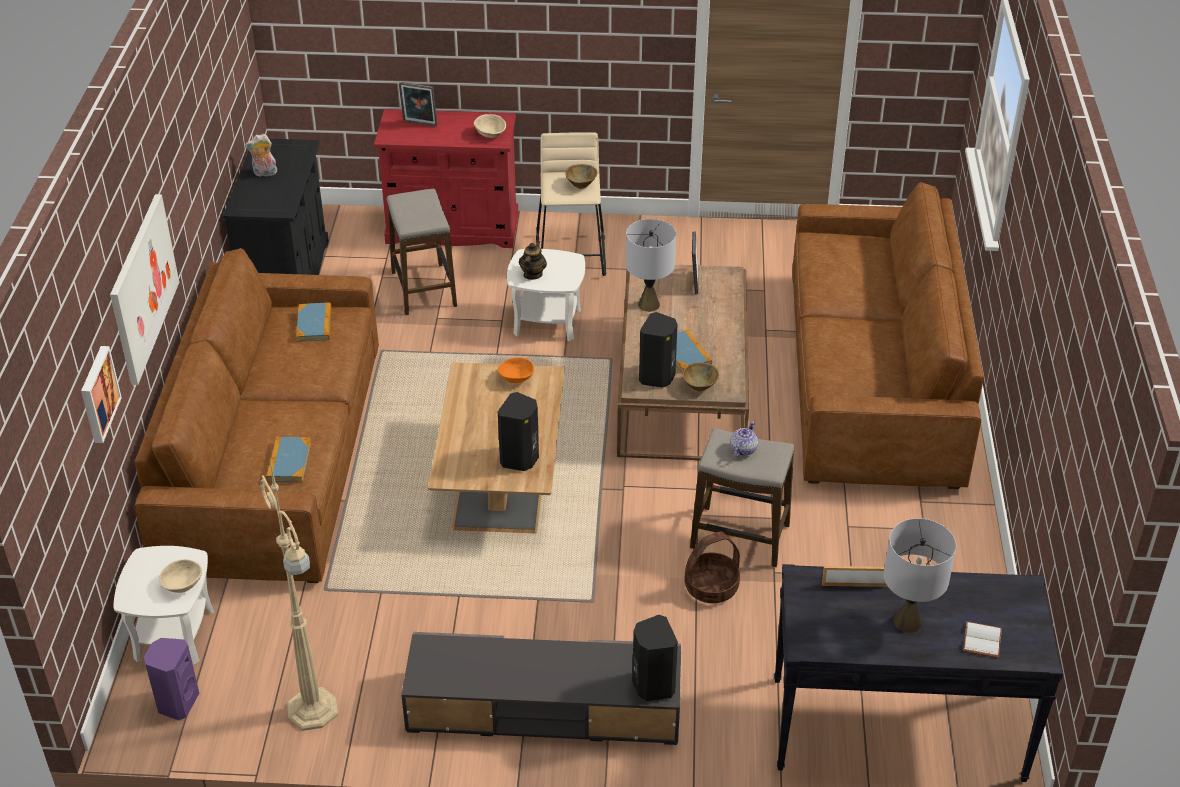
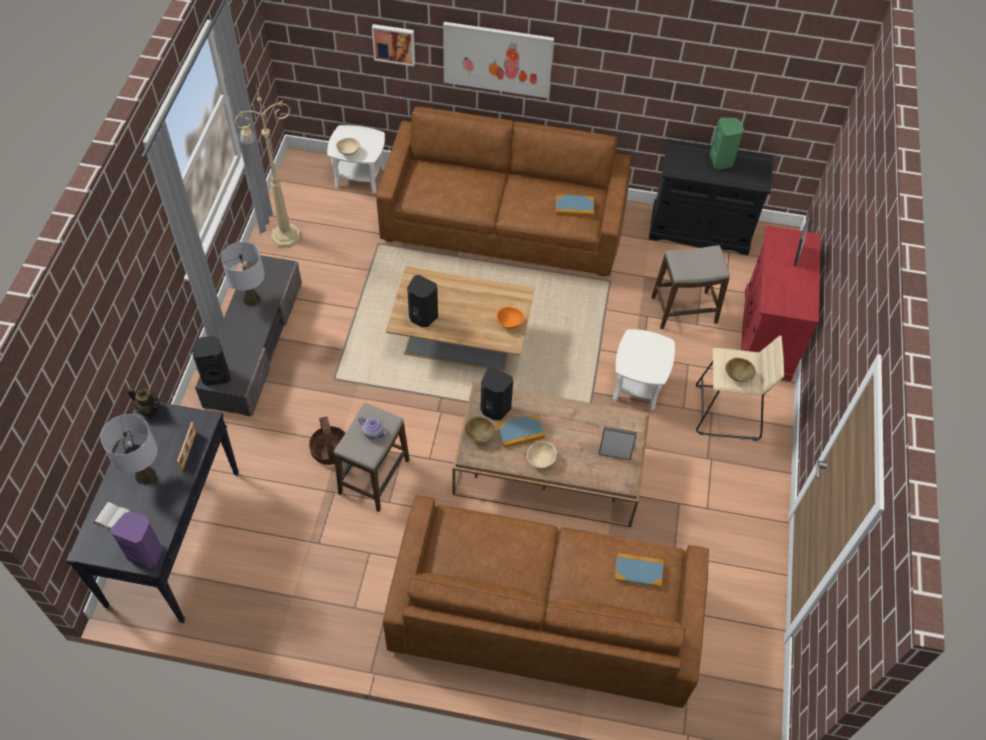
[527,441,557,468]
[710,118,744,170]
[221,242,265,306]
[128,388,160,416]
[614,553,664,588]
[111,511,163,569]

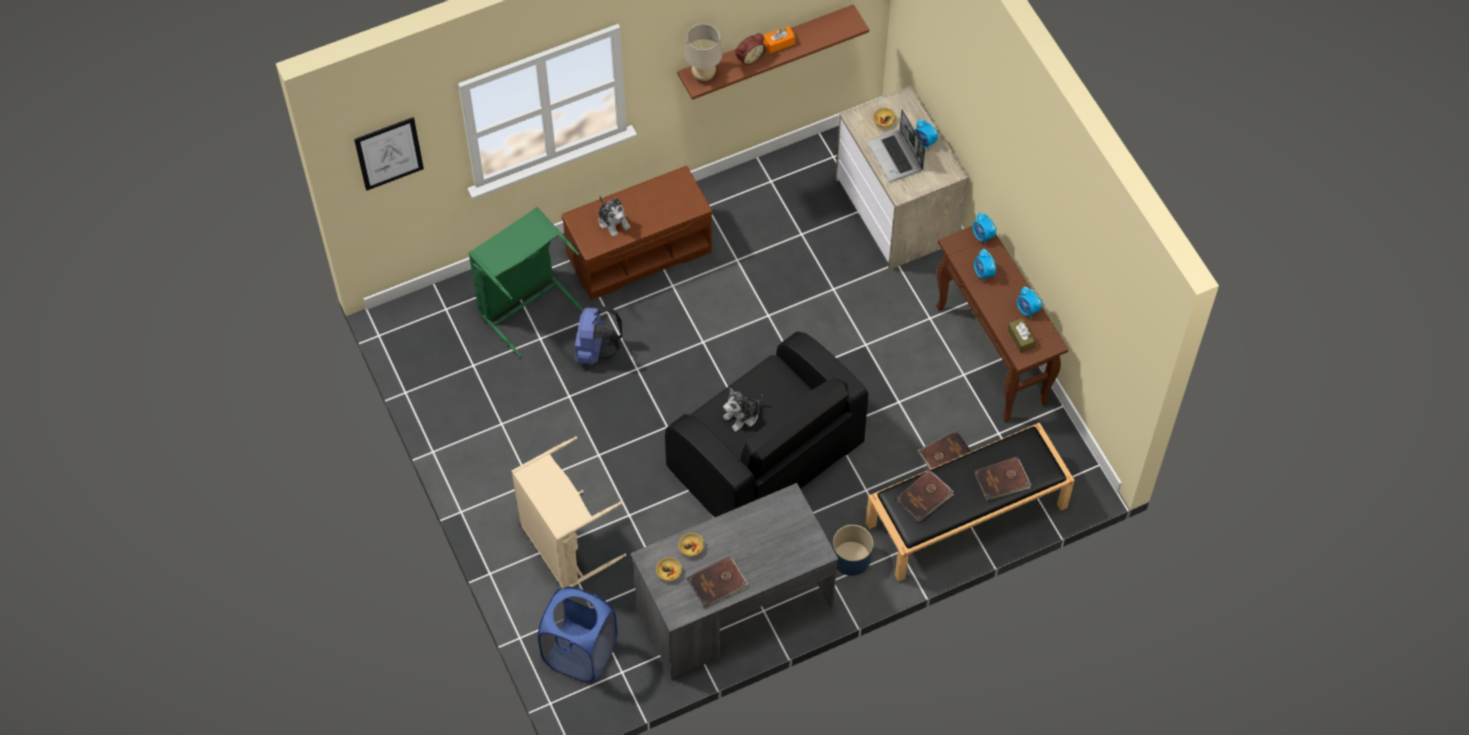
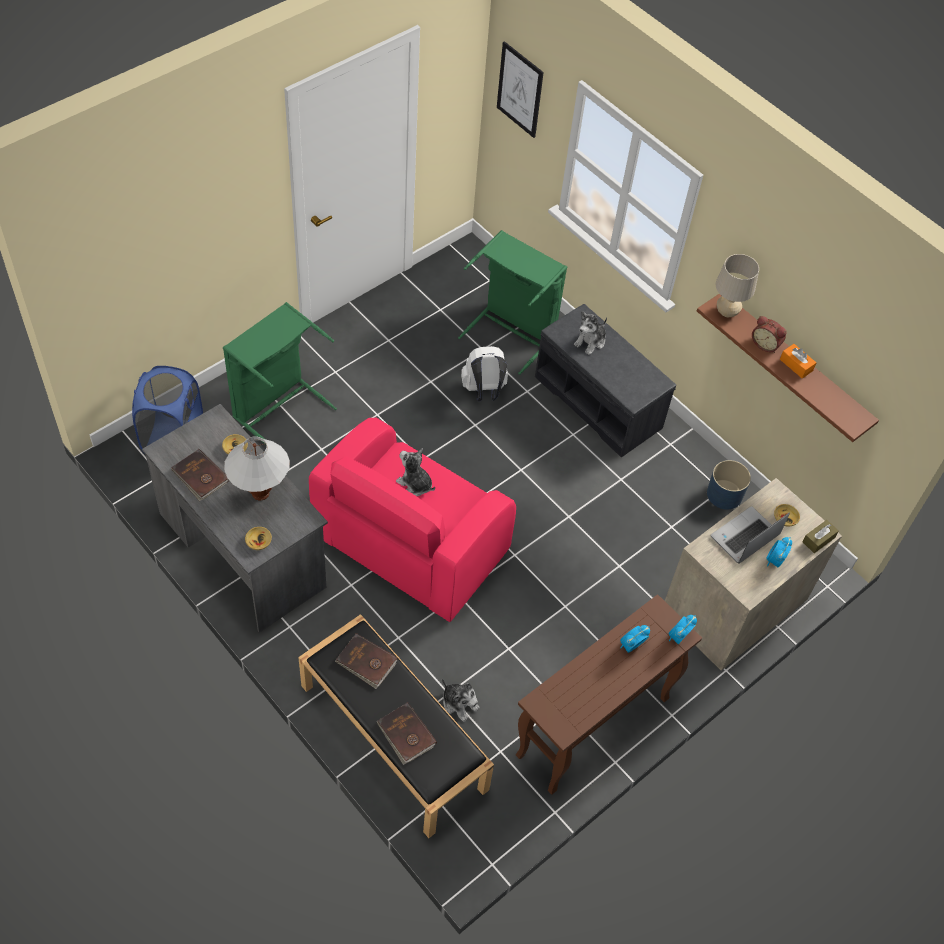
[535,304,676,457]
[1017,286,1042,319] (first image)
[461,346,508,402]
[803,520,839,553]
[309,418,516,622]
[442,678,480,722]
[223,302,337,445]
[707,460,751,510]
[245,527,272,550]
[224,437,290,501]

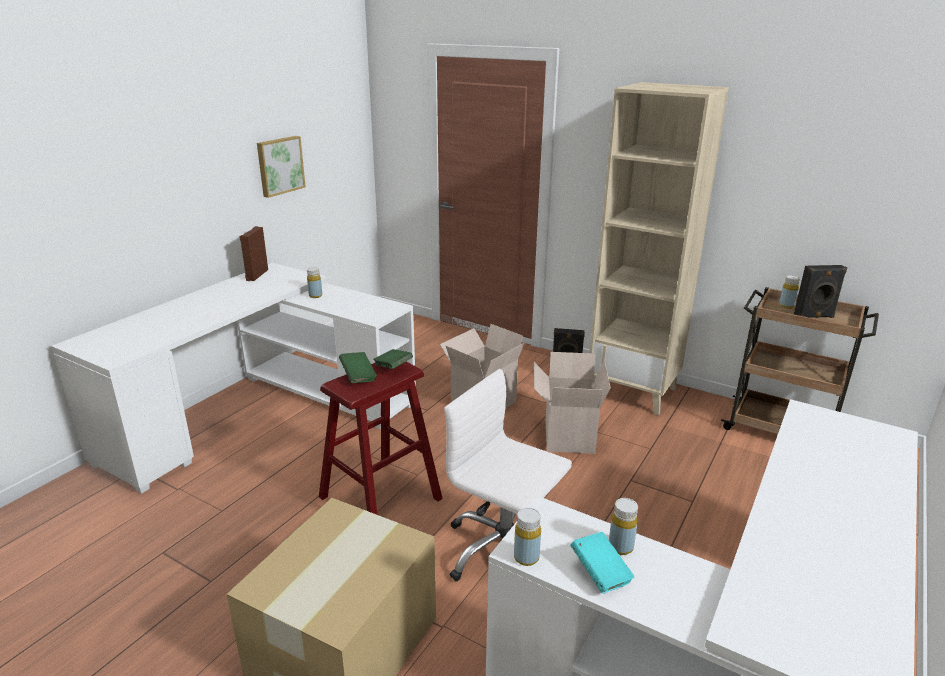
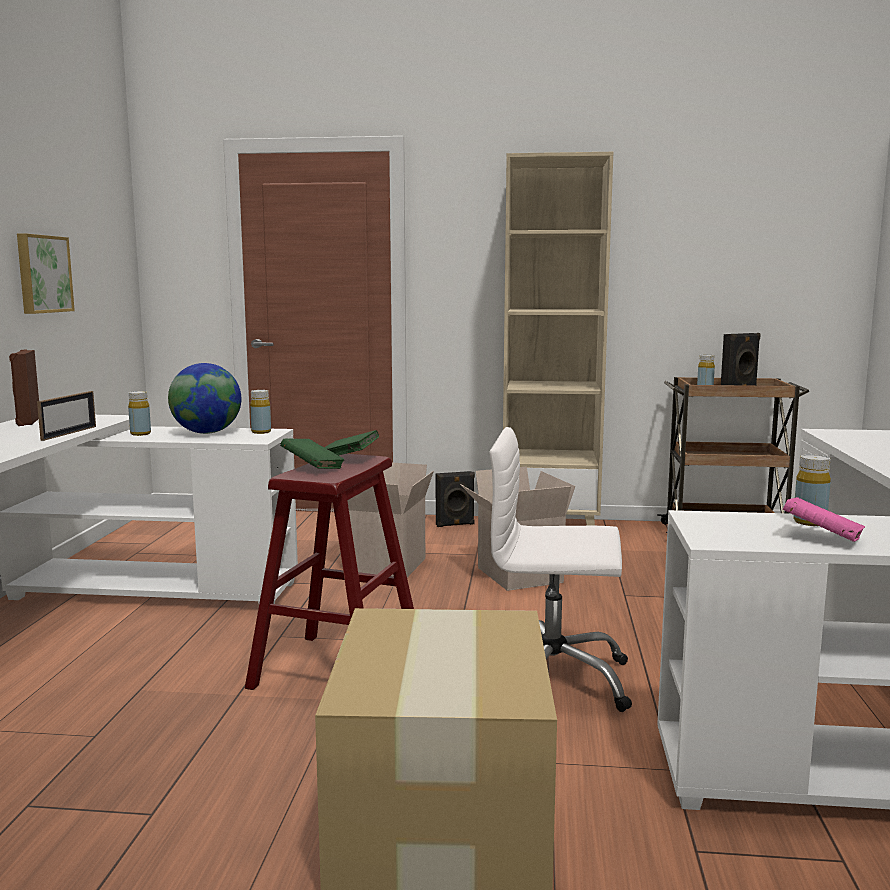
[250,390,271,434]
[783,497,865,542]
[168,363,241,434]
[37,391,96,441]

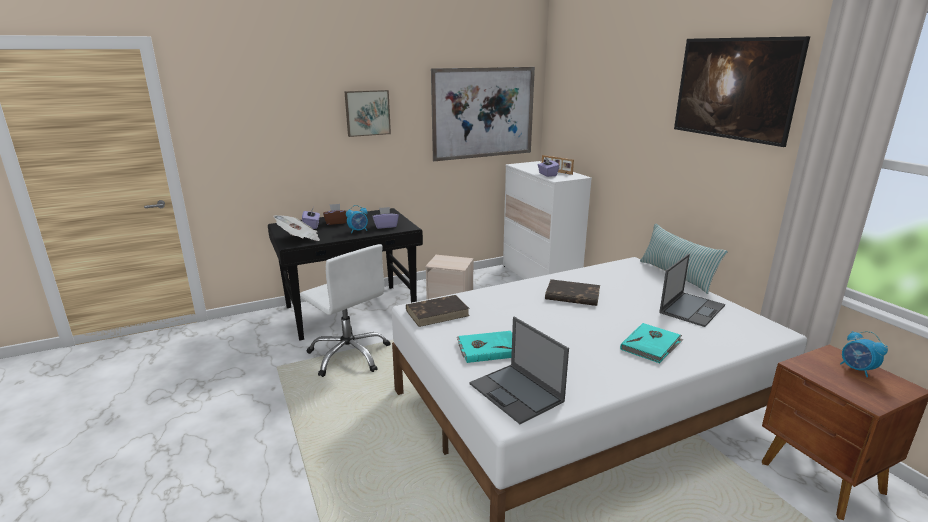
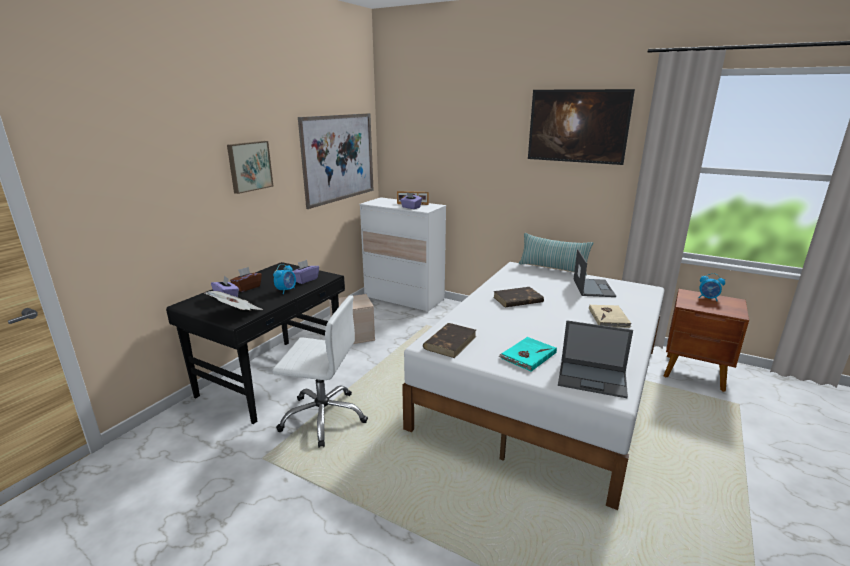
[589,305,631,328]

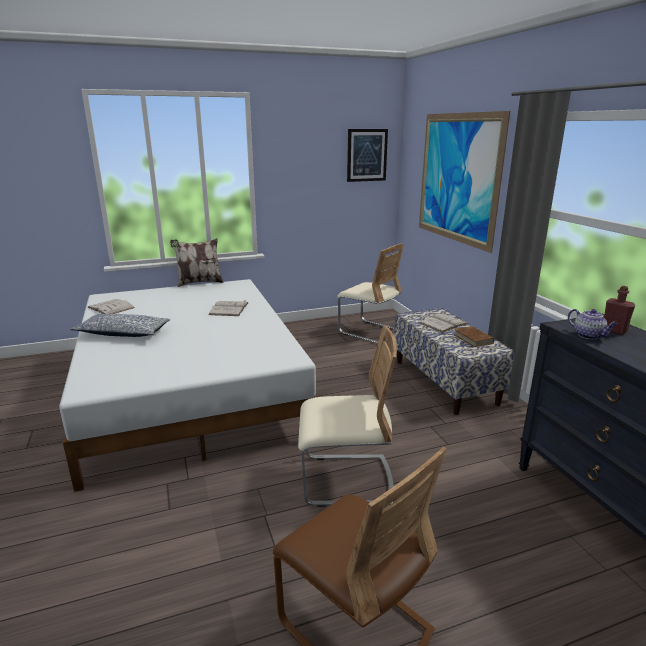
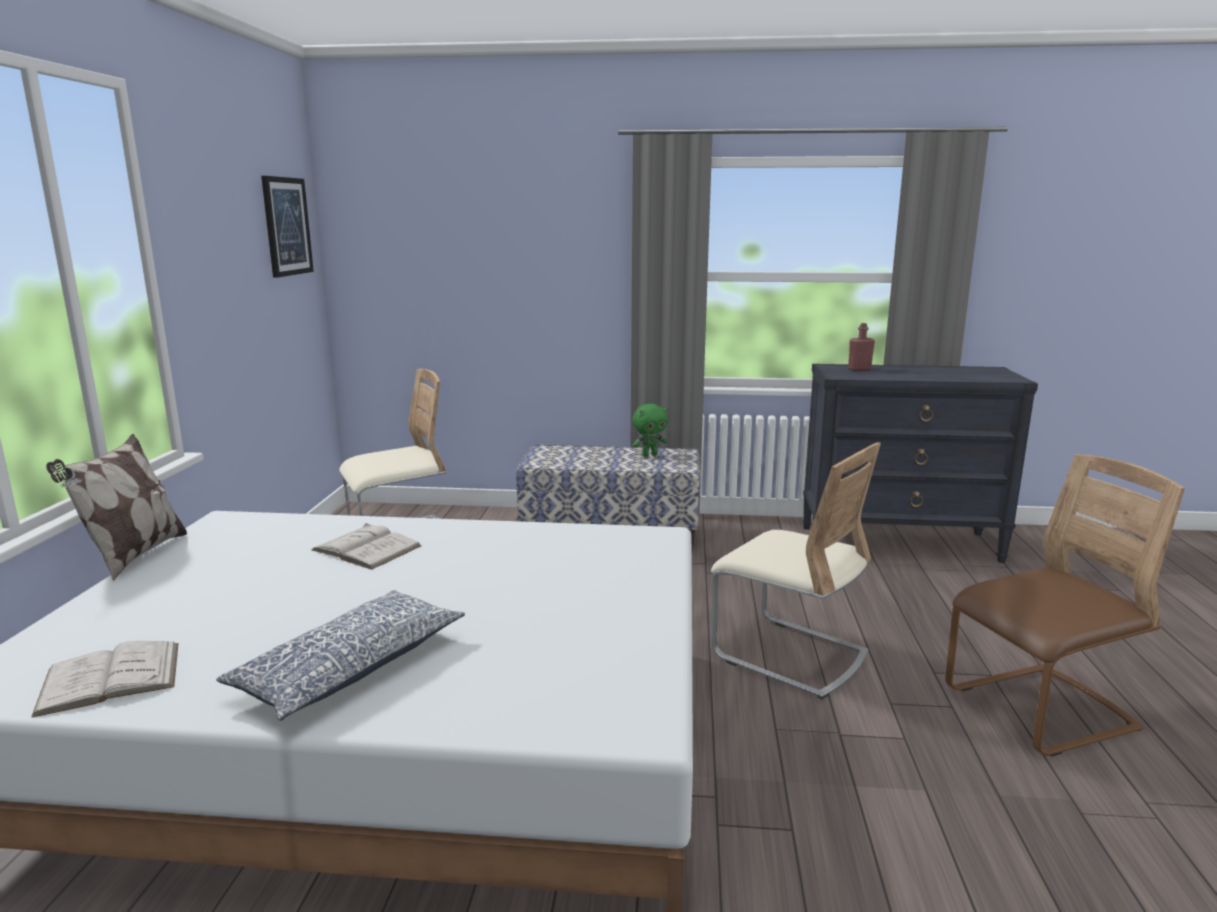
[419,111,510,253] (first image)
[568,309,618,339] (first image)
[420,314,468,333] (first image)
[711,442,881,699]
[633,404,668,457]

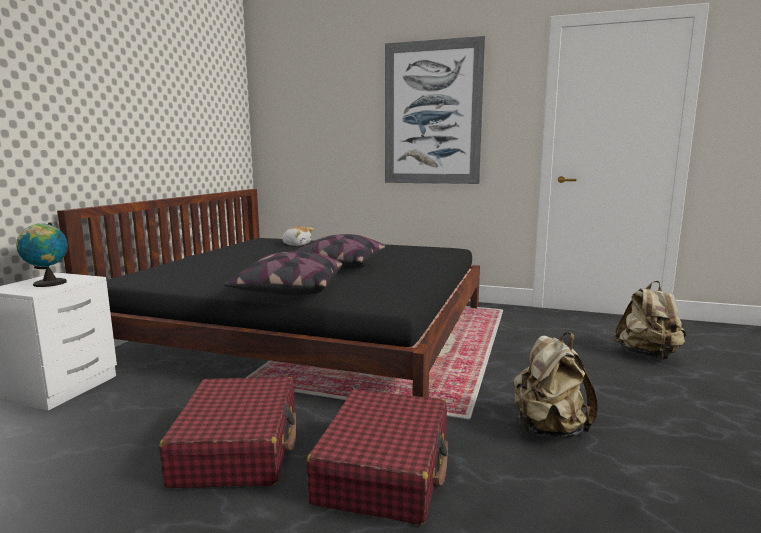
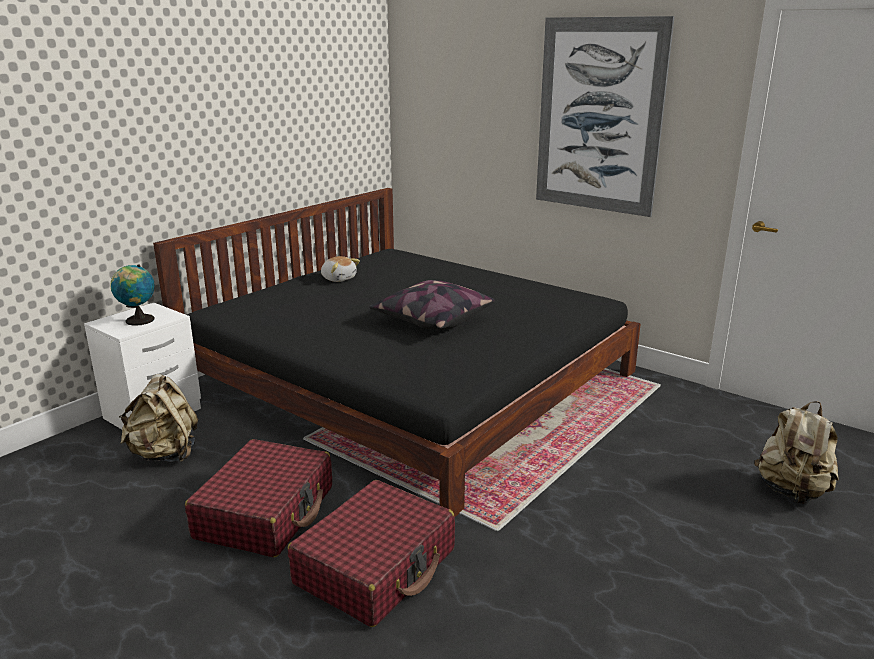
[321,256,360,282]
[224,251,343,295] (first image)
[119,374,198,462]

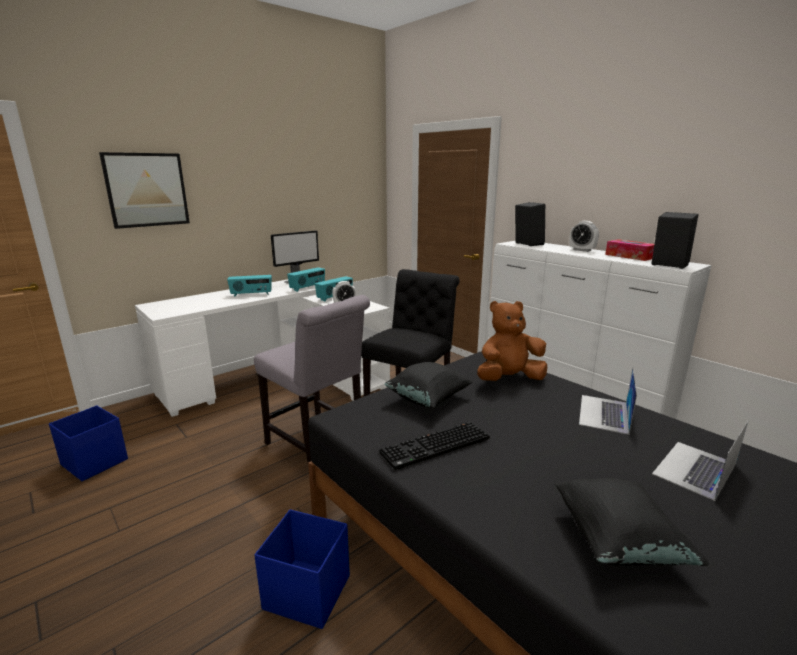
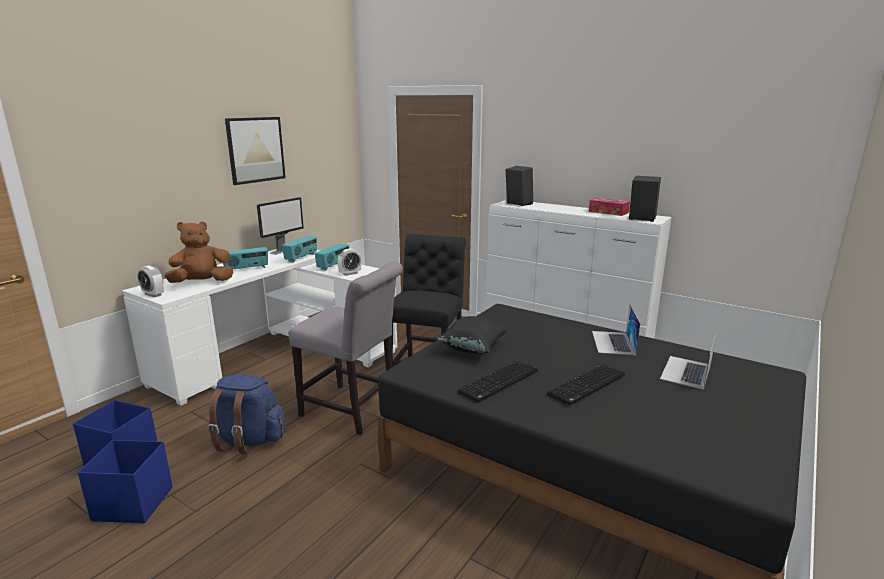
[225,117,286,185]
[138,266,164,297]
[164,221,233,283]
[555,478,709,566] (first image)
[78,440,173,523]
[547,364,625,406]
[208,374,286,455]

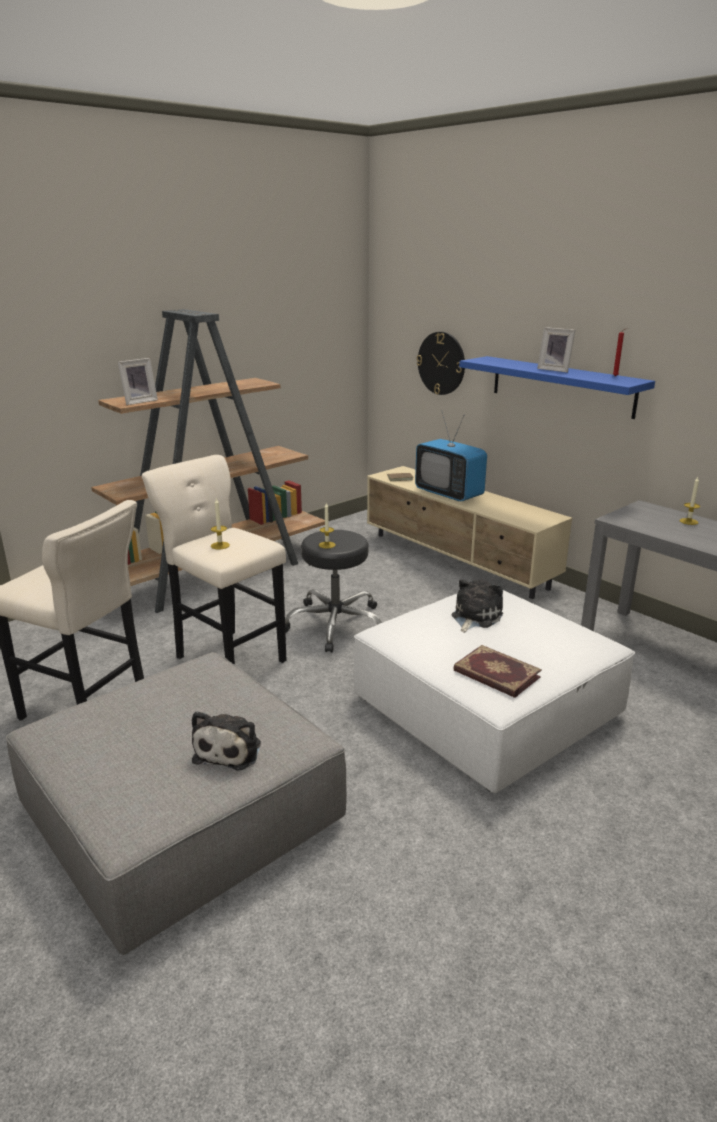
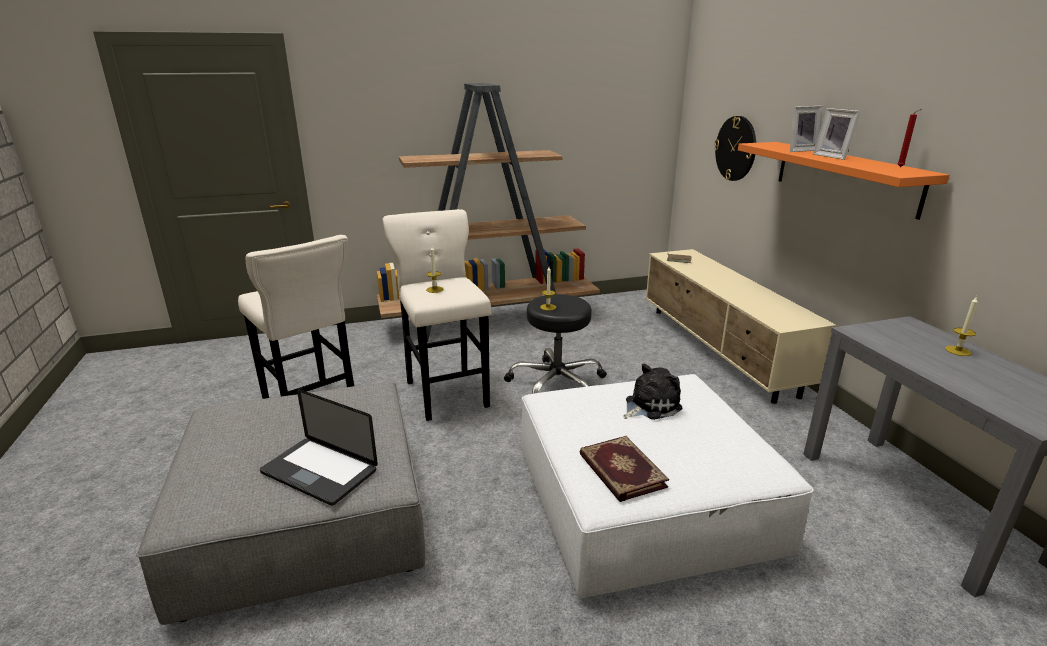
[738,142,950,220]
[790,106,823,152]
[415,410,487,501] (first image)
[260,389,378,506]

